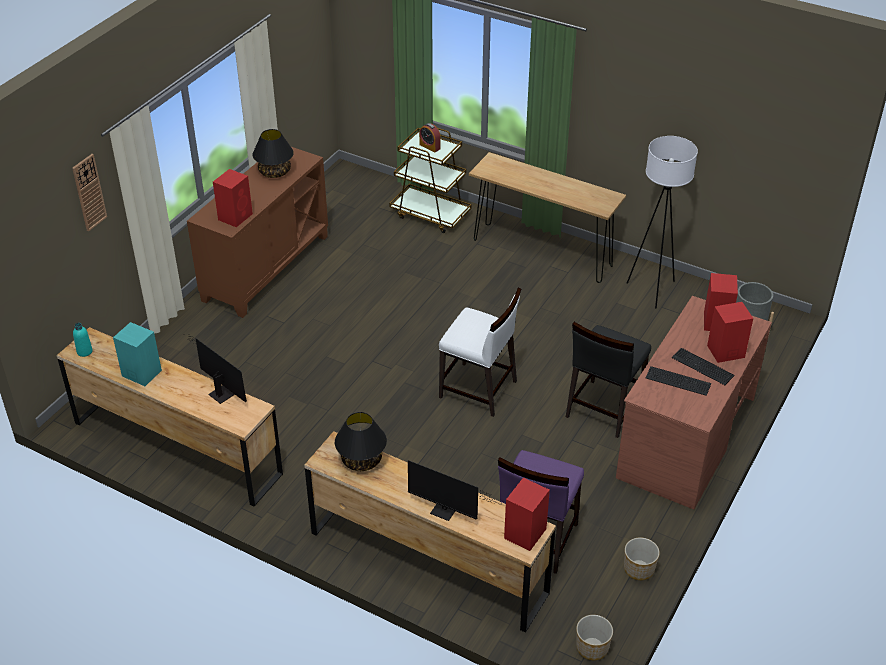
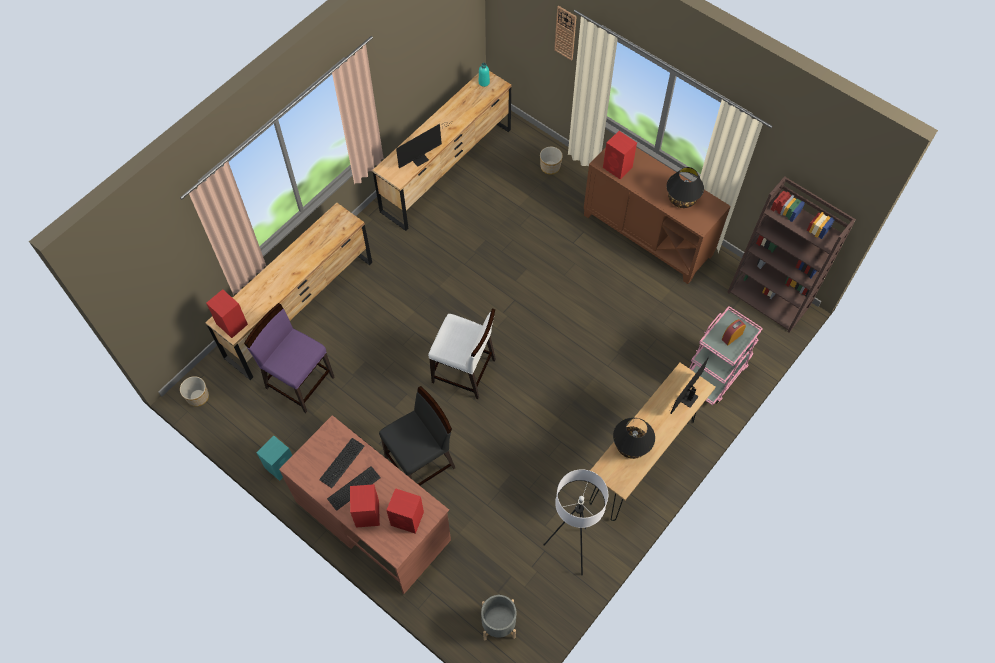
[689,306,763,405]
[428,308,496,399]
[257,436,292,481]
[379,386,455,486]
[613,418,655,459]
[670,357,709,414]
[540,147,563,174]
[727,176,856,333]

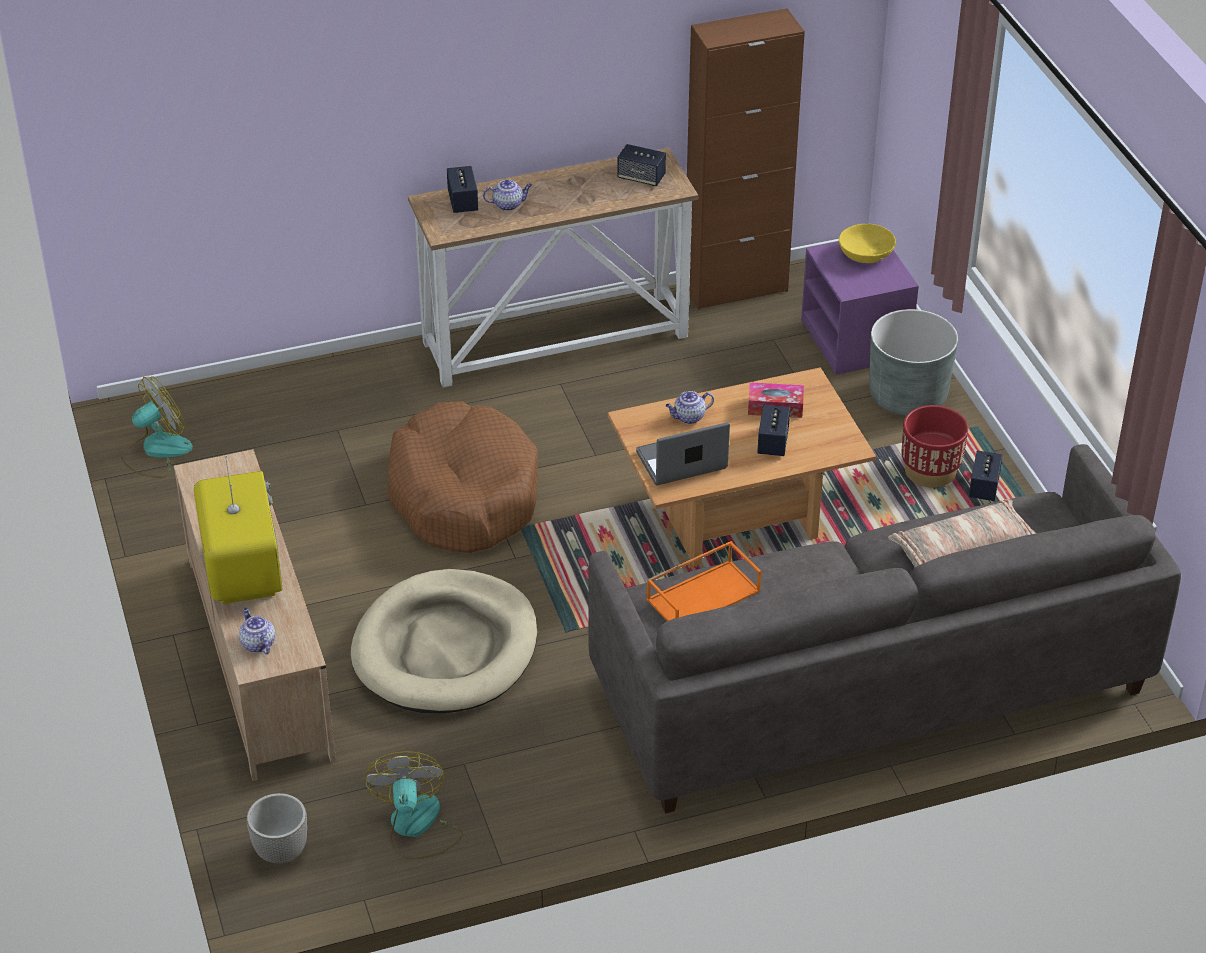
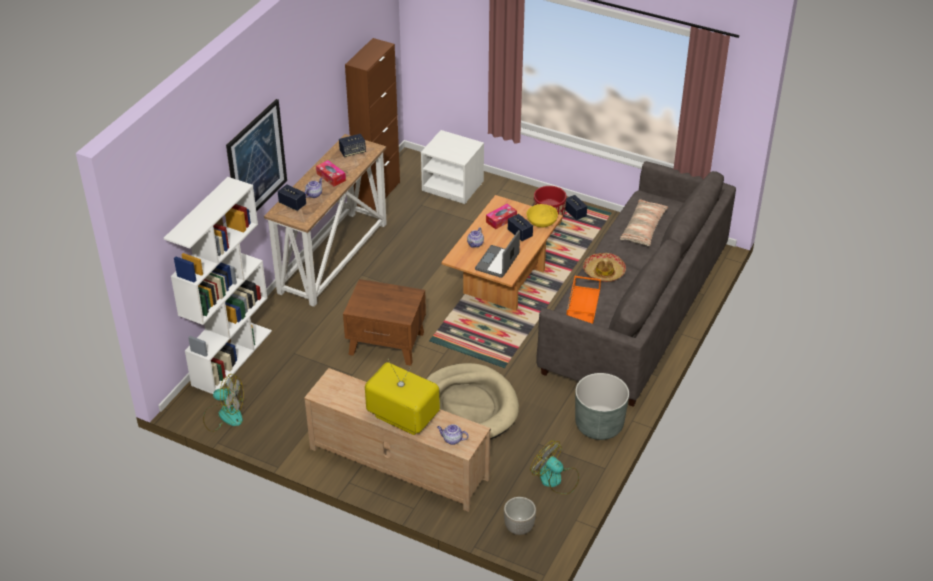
[527,204,558,228]
[421,130,484,204]
[575,373,629,440]
[203,374,244,432]
[343,279,426,366]
[226,99,287,212]
[316,160,346,187]
[164,177,272,394]
[583,253,626,282]

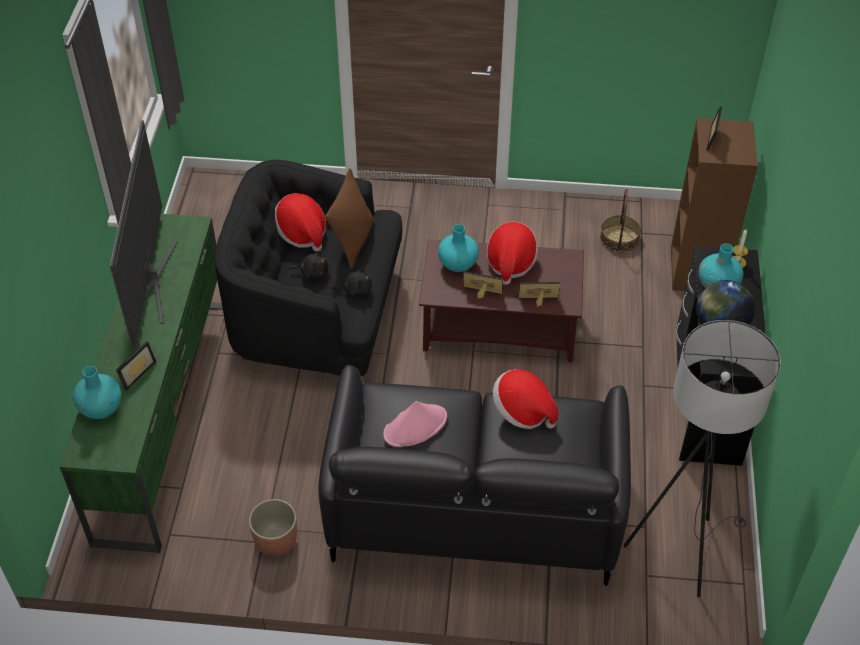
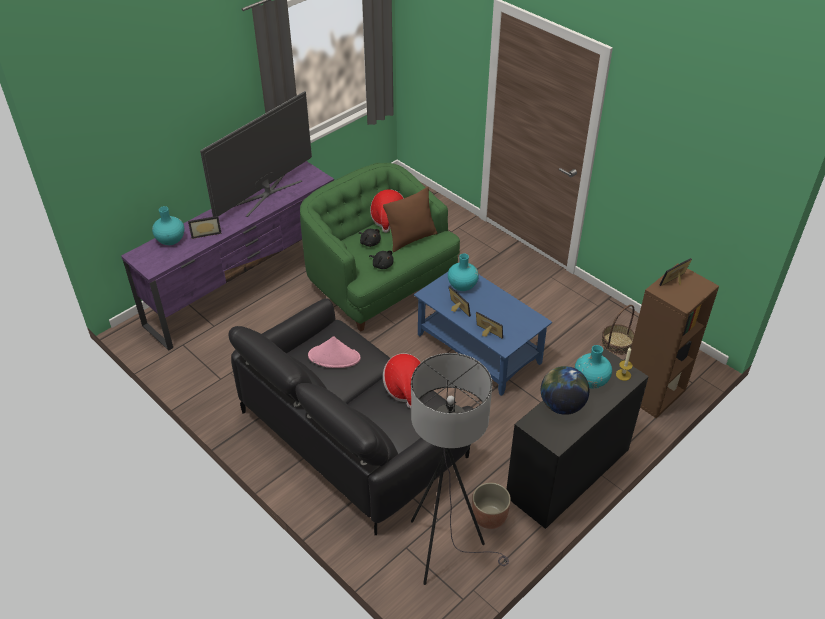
[300,163,460,332]
[121,161,334,351]
[486,222,538,285] (first image)
[414,272,552,396]
[472,483,511,529]

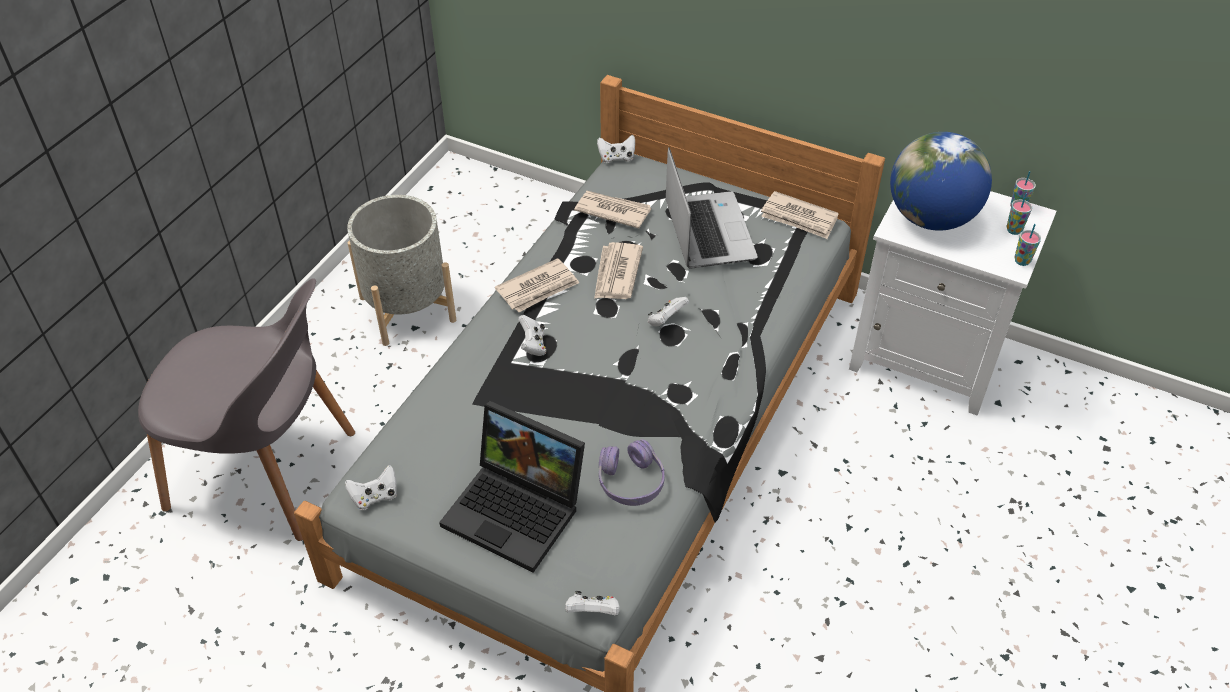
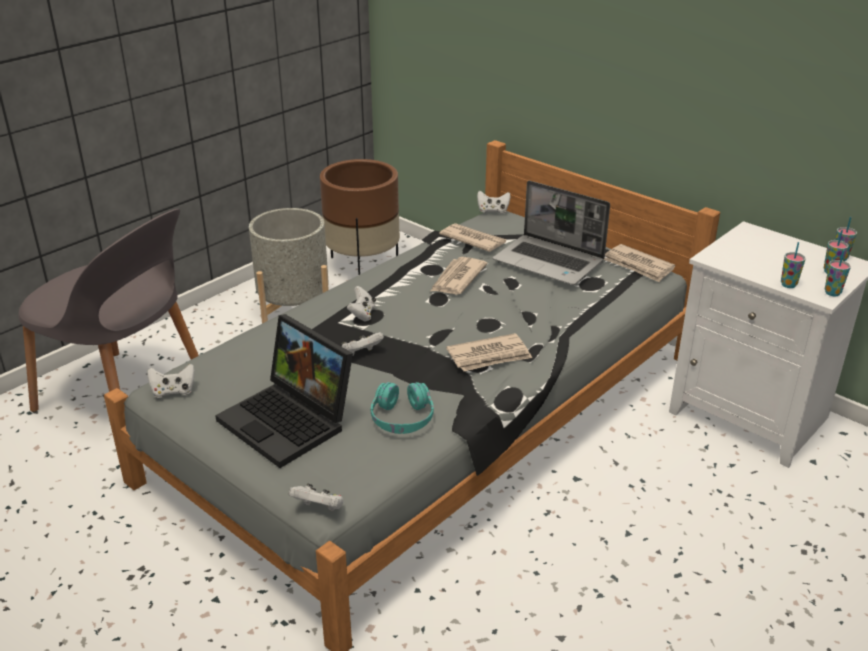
[890,132,992,231] (first image)
[493,181,610,285]
[446,333,532,371]
[342,332,384,356]
[371,382,434,434]
[320,159,400,275]
[781,242,806,288]

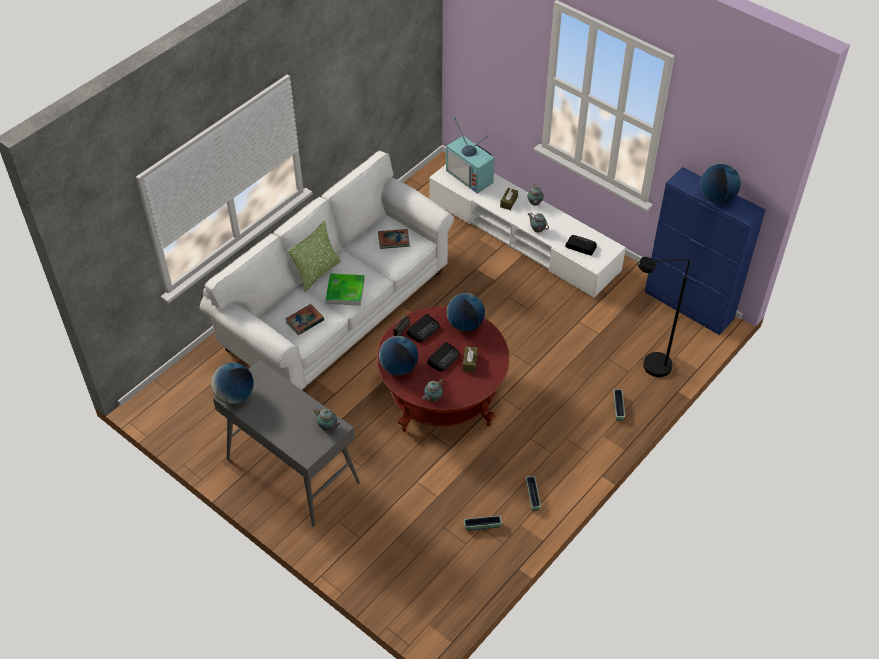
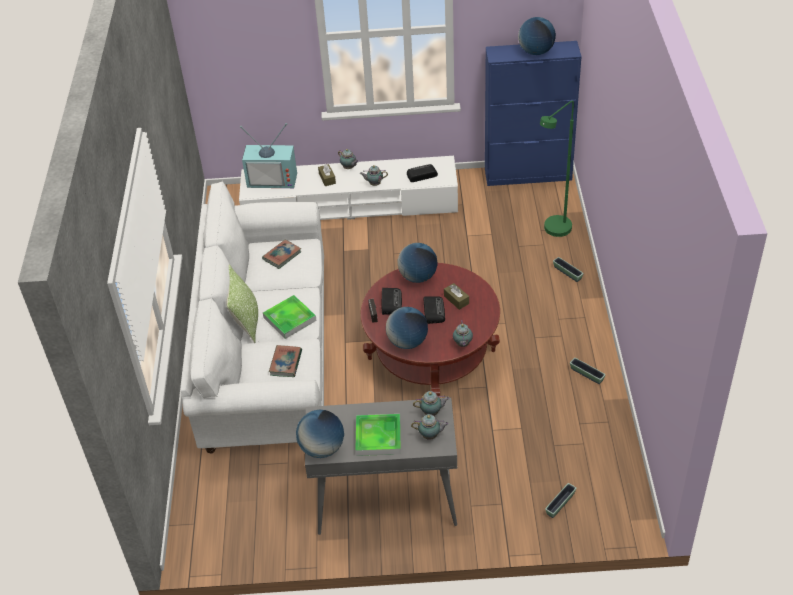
[540,101,574,237]
[545,483,577,518]
[355,414,401,456]
[411,414,449,440]

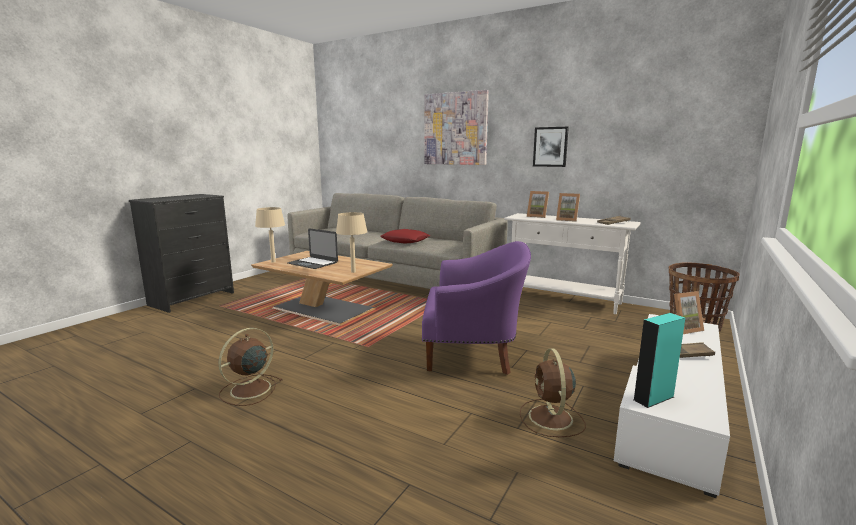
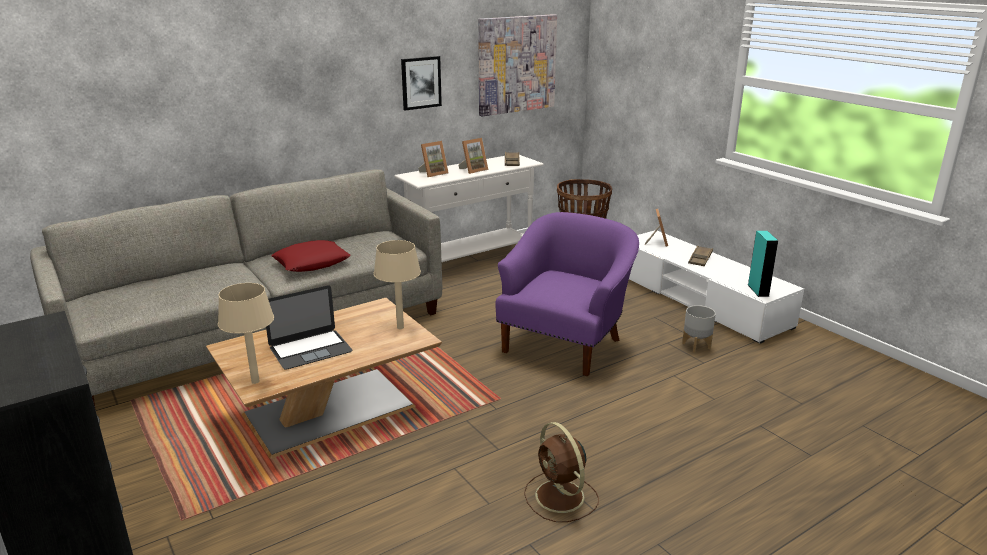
[478,14,557,116]
[682,305,716,353]

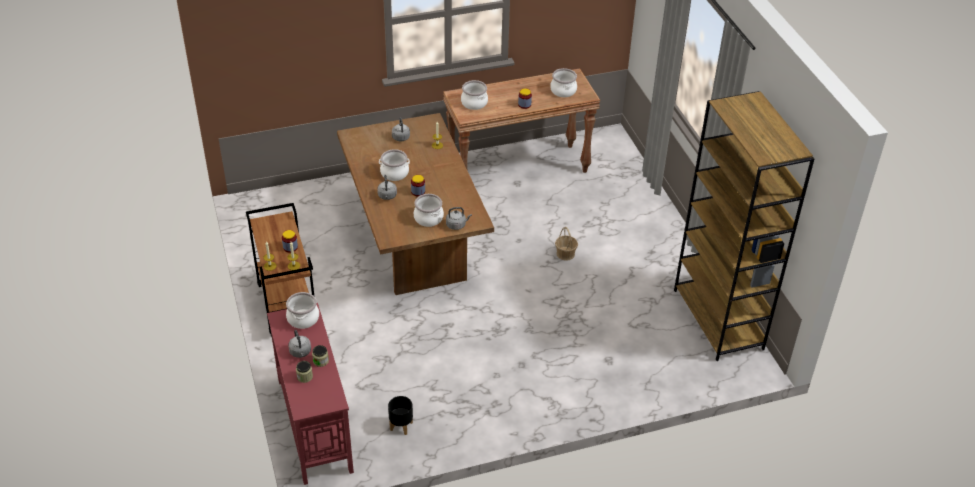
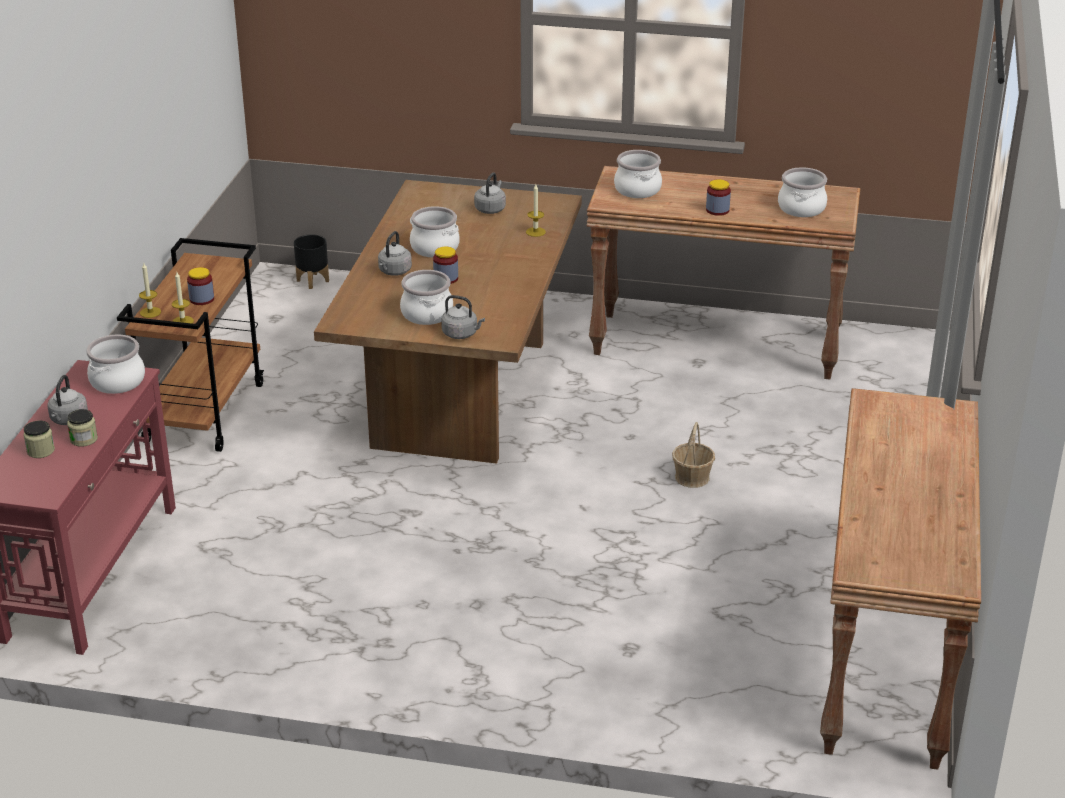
[820,388,981,770]
[294,234,329,289]

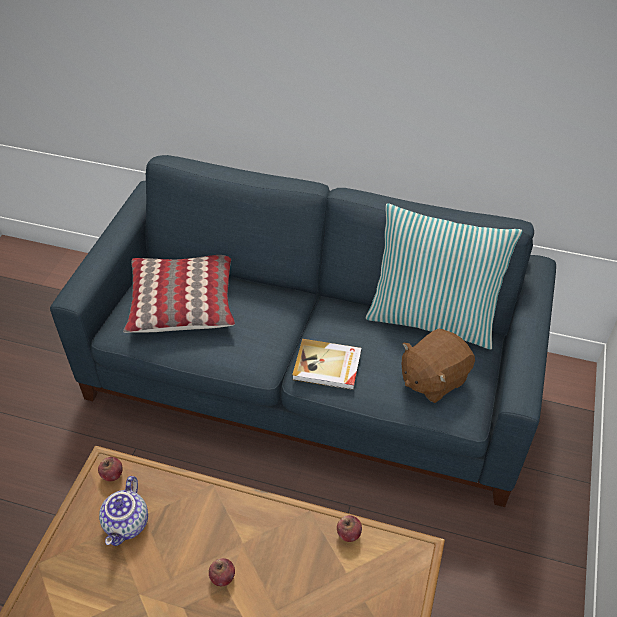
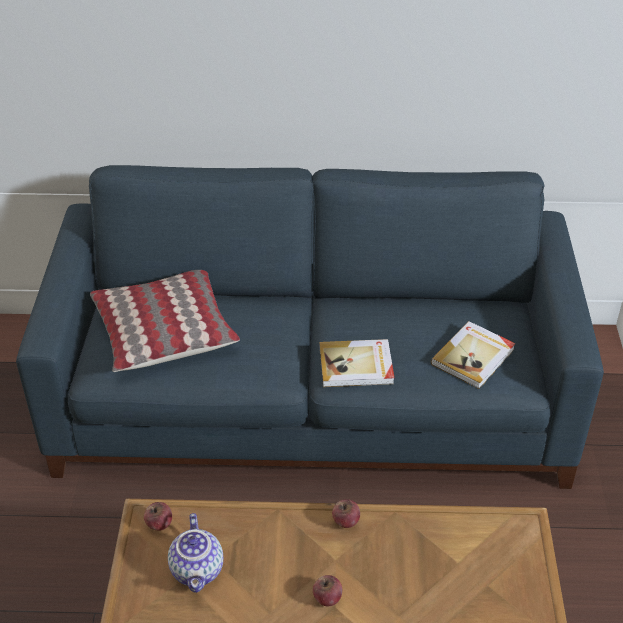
[366,204,522,350] (first image)
[431,321,516,389]
[332,499,360,528]

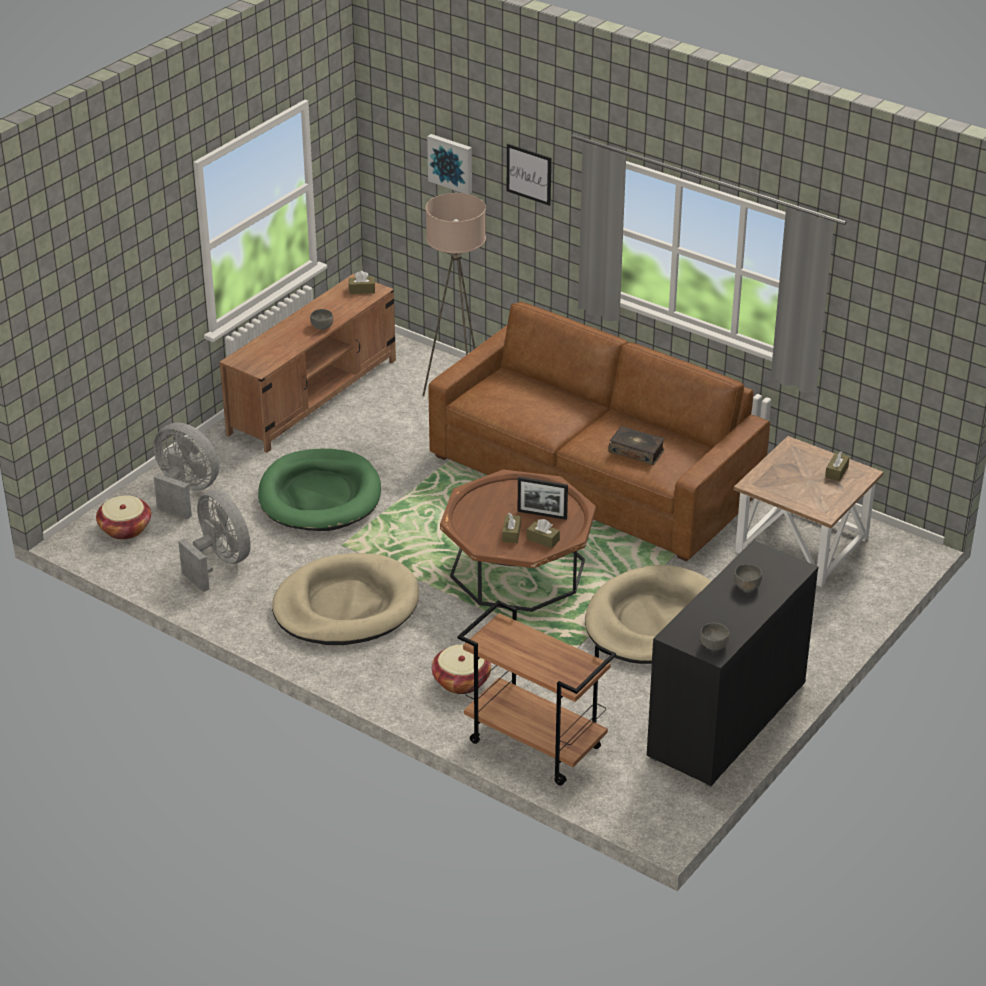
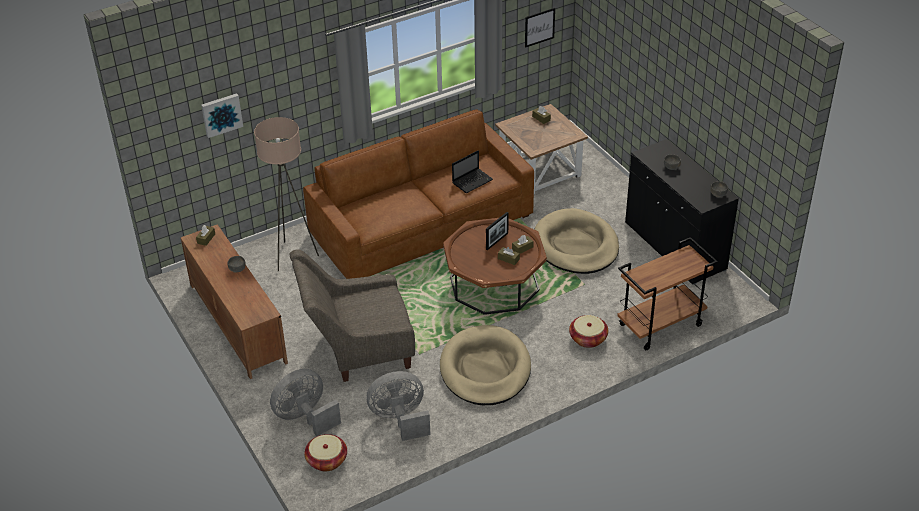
[525,8,555,48]
[452,150,493,193]
[289,249,415,382]

